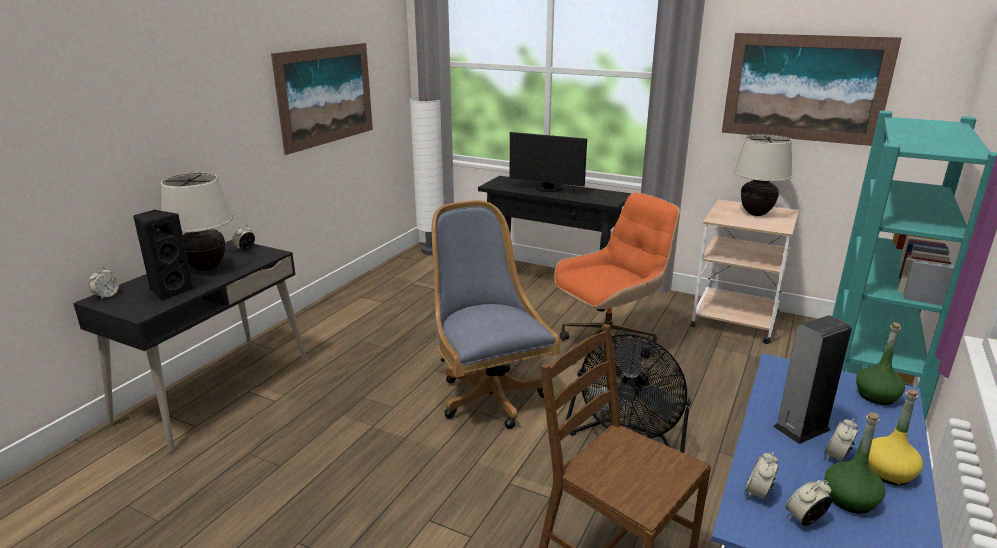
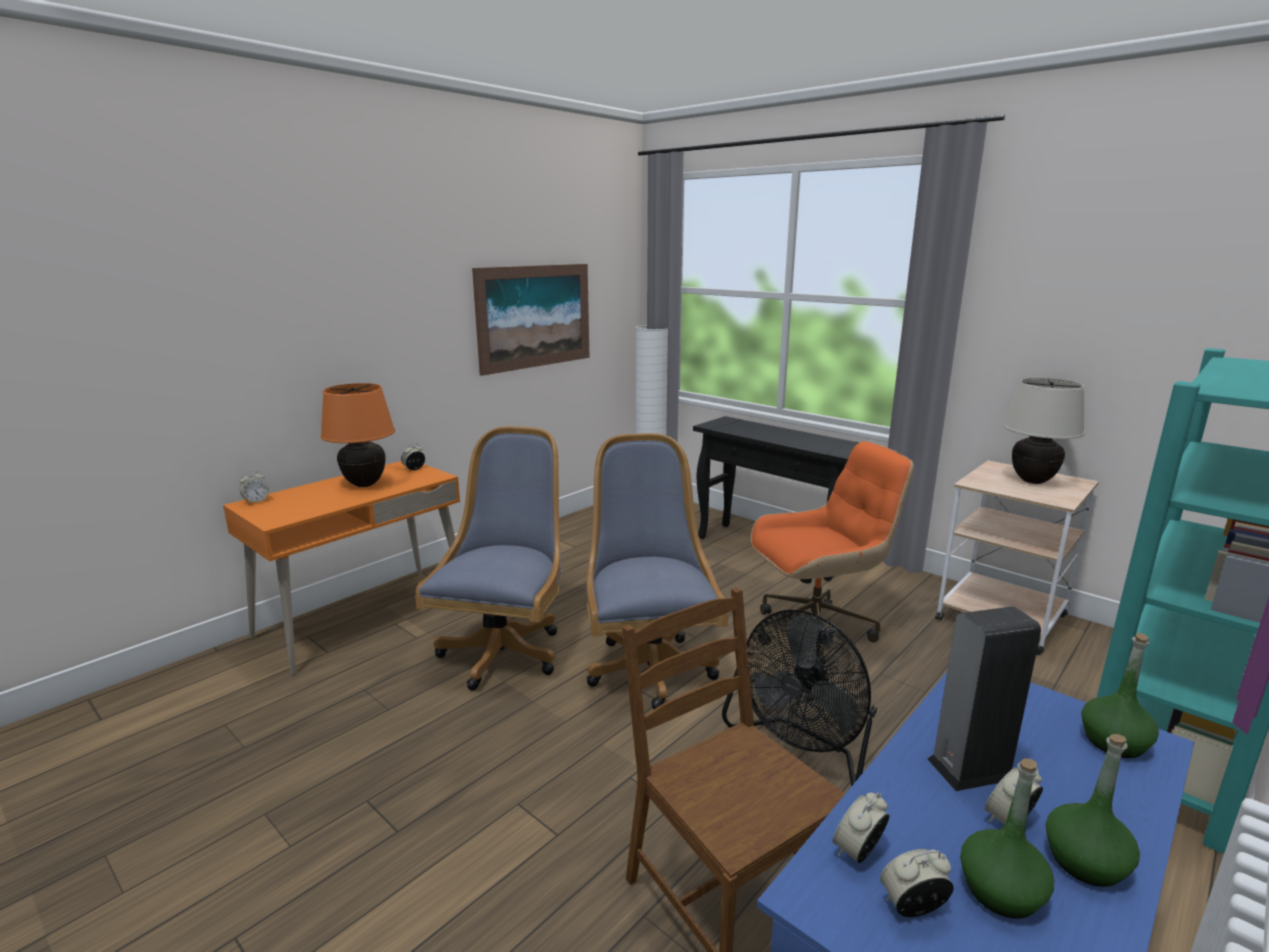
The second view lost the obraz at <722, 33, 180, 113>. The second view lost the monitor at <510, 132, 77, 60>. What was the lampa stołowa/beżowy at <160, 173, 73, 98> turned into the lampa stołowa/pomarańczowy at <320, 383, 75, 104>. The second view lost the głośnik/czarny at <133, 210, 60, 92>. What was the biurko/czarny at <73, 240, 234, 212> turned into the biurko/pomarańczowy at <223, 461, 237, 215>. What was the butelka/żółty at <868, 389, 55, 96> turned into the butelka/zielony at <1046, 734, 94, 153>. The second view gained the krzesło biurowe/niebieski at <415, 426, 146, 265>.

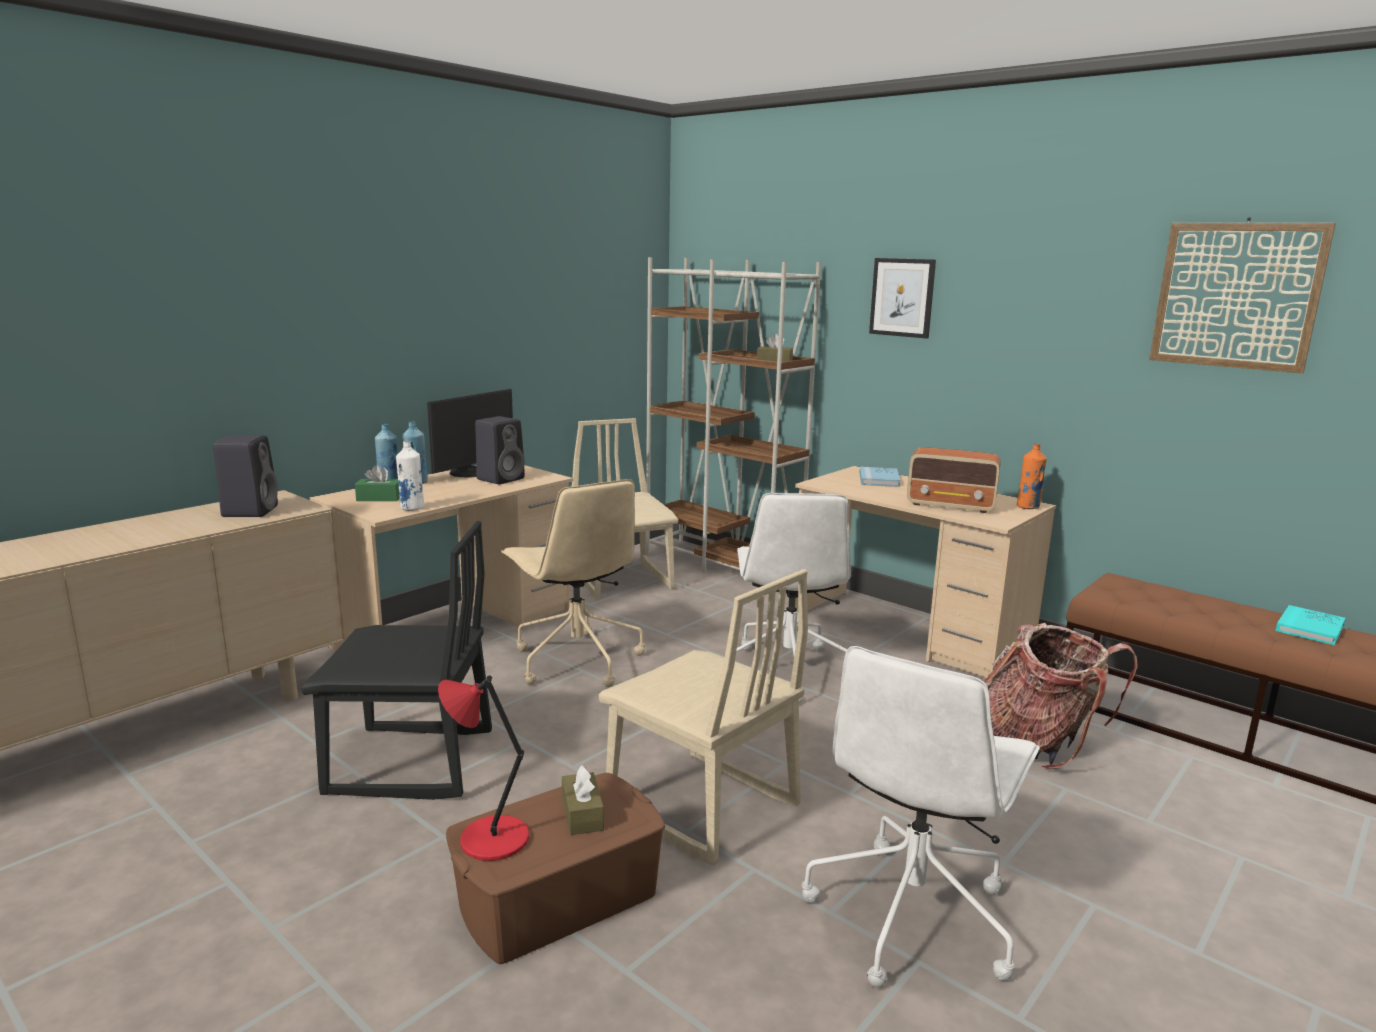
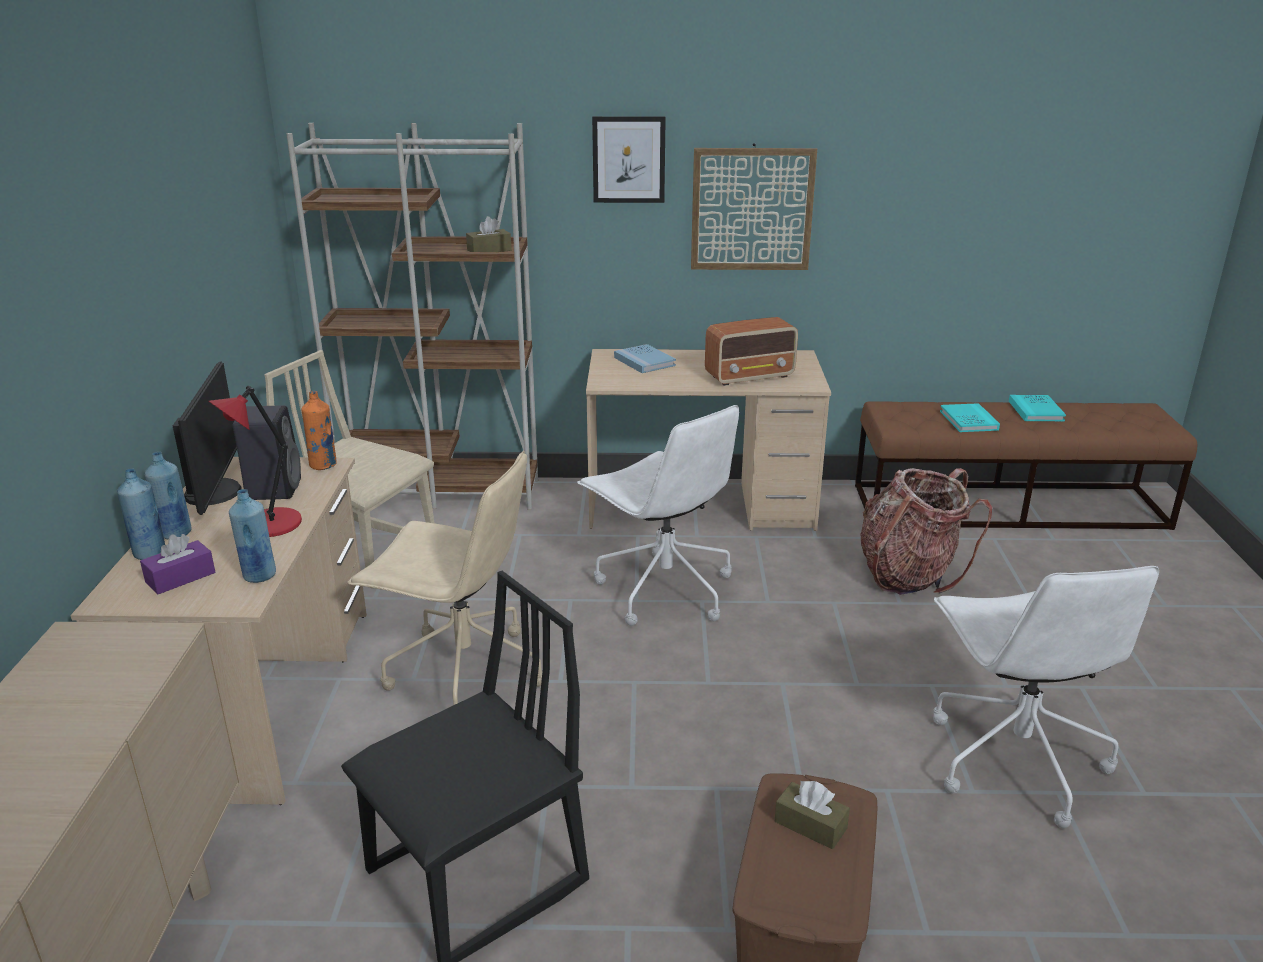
The obraz ended up elsewhere, having gone from <1149, 217, 187, 157> to <691, 143, 126, 127>. The second view lost the głośnik/czarny at <213, 435, 65, 82>. What was the butelka/biały at <396, 441, 29, 70> turned into the butelka/niebieski at <229, 489, 47, 94>. The butelka/pomarańczowy ended up elsewhere, having gone from <1017, 444, 30, 65> to <301, 391, 36, 79>. What was the pudełko chusteczek/zielony at <355, 465, 45, 36> turned into the pudełko chusteczek/fioletowy at <140, 534, 75, 60>. The second view lost the krzesło/beżowy at <599, 569, 209, 297>. The lampa stołowa/czerwony ended up elsewhere, having gone from <438, 675, 91, 186> to <209, 386, 93, 151>. The second view gained the książka/turkusowy at <940, 403, 60, 29>.

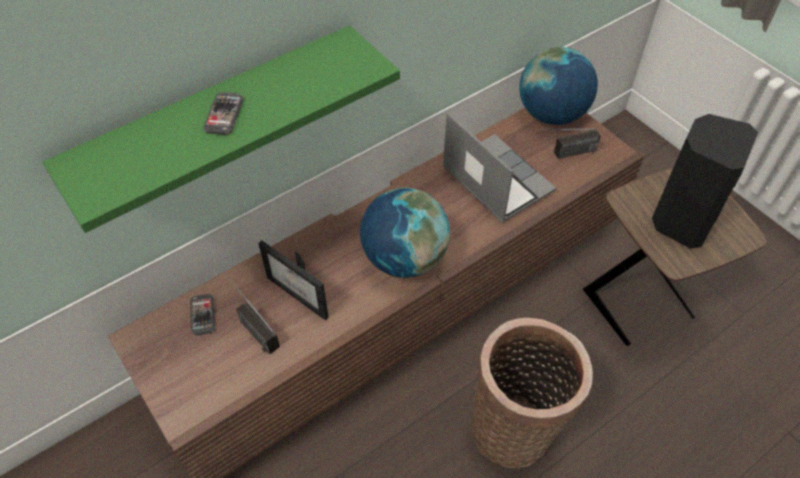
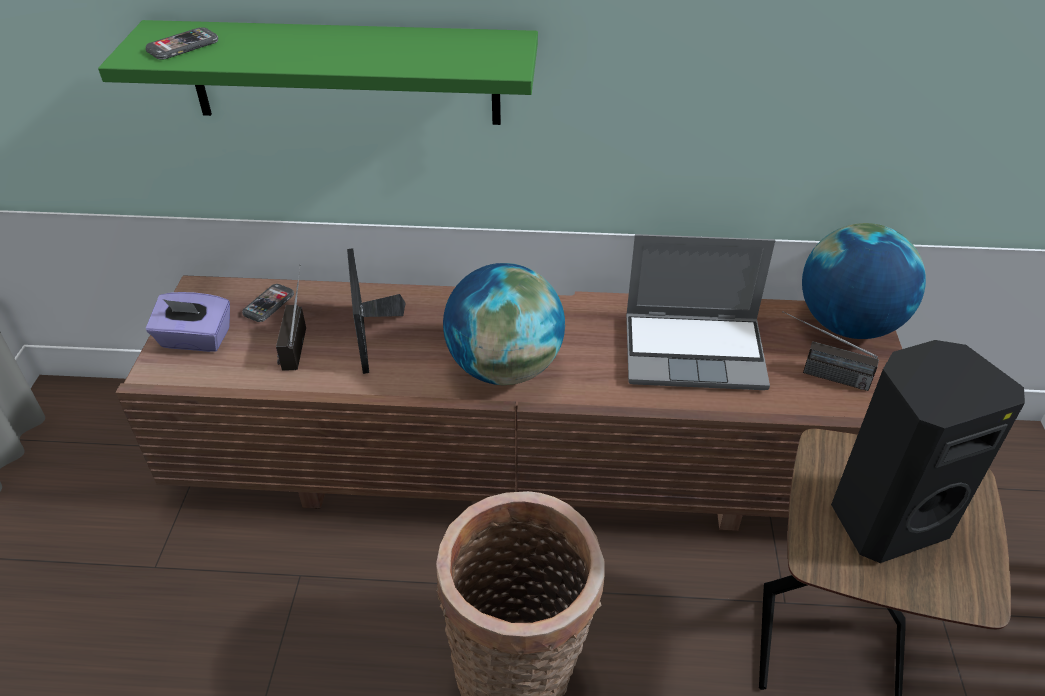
The telefon ended up elsewhere, having gone from <203, 92, 41, 43> to <146, 27, 72, 33>. The laptop at <442, 112, 114, 111> ended up facing another way, 90 degrees clockwise from before. The second view gained the pudełko chusteczek/fioletowy at <146, 292, 84, 60>.

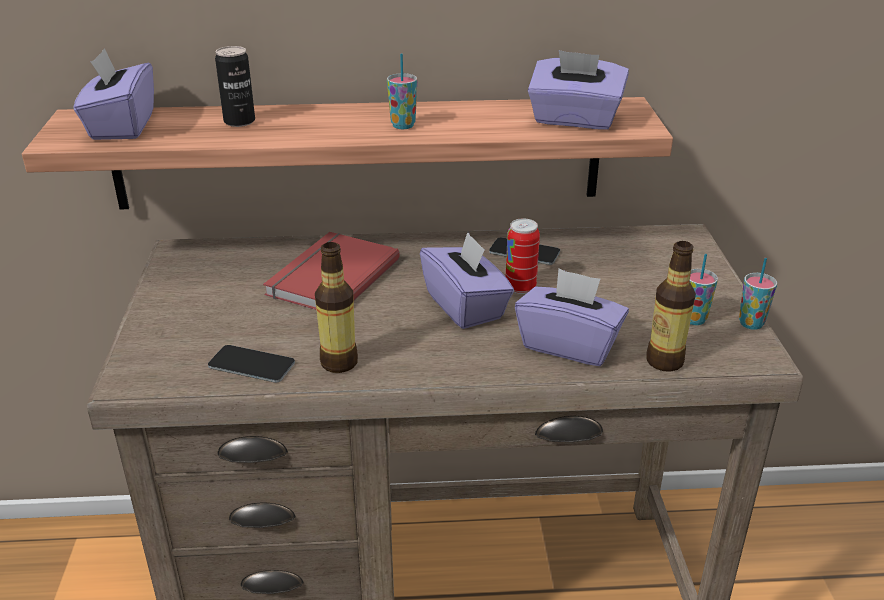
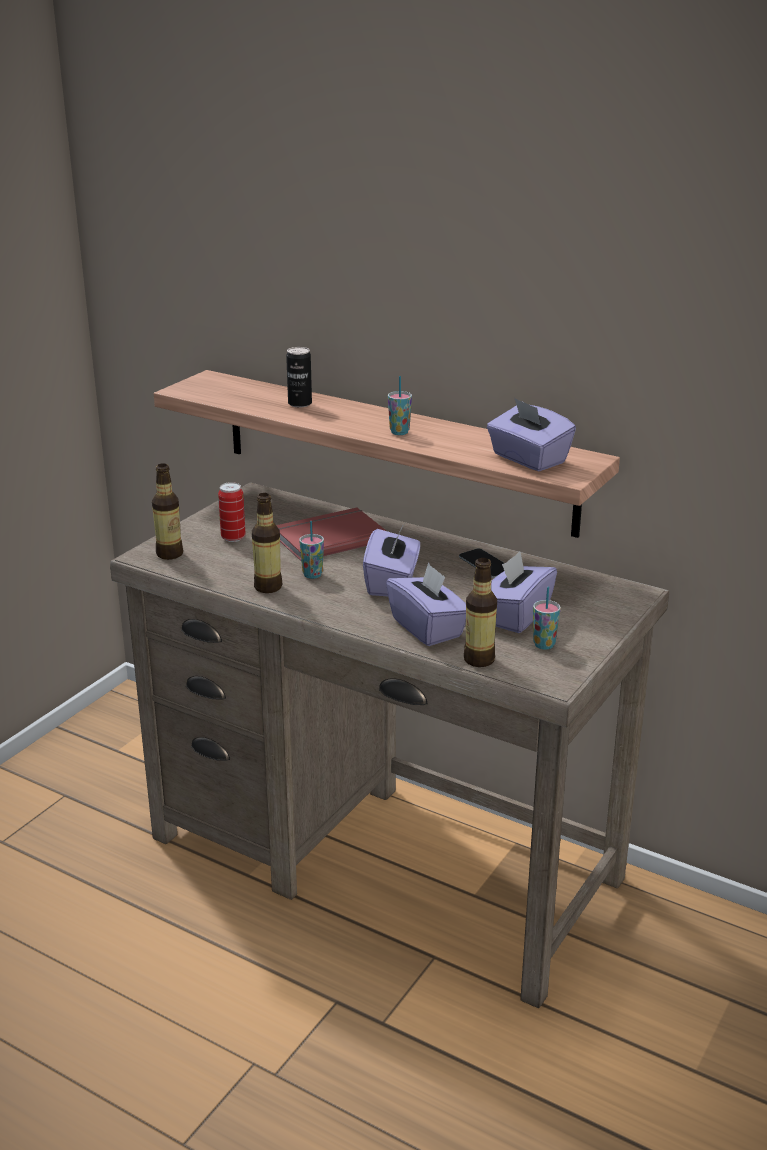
The pudełko chusteczek/fioletowy ended up elsewhere, having gone from <73, 48, 81, 92> to <491, 552, 66, 81>. The puszka ended up elsewhere, having gone from <506, 219, 34, 75> to <218, 482, 28, 60>. The filiżanka ended up elsewhere, having gone from <739, 258, 38, 72> to <299, 521, 25, 58>. The second view lost the telefon at <208, 345, 87, 38>. The second view gained the butelka at <152, 463, 31, 97>.

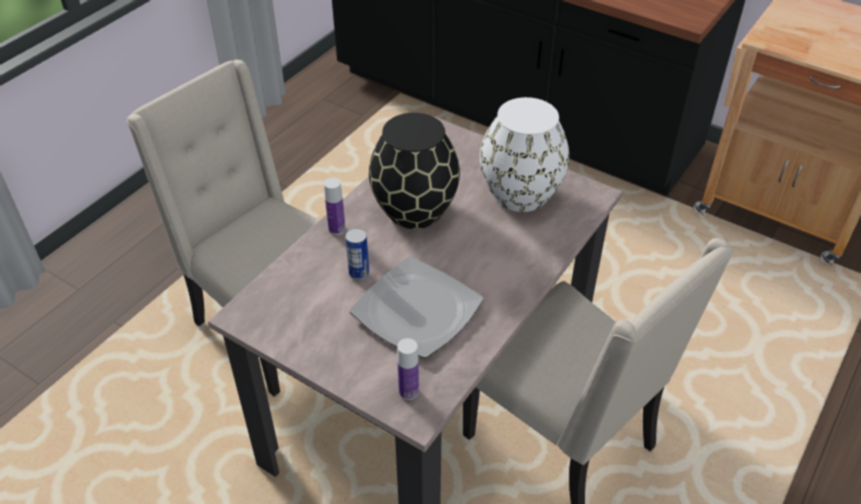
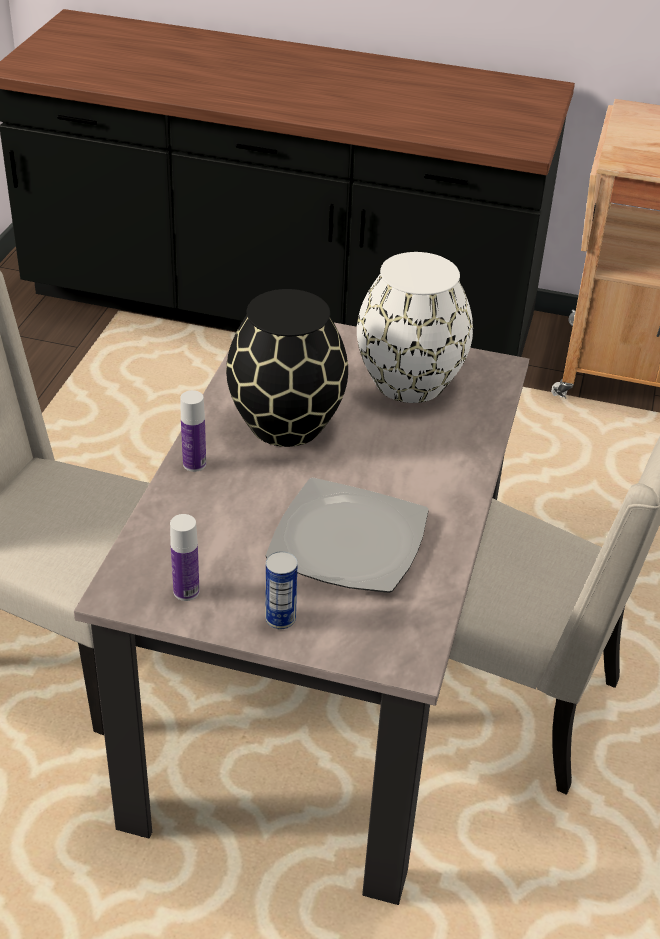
The puszka ended up elsewhere, having gone from <345, 228, 24, 52> to <265, 551, 33, 78>. The butelka ended up elsewhere, having gone from <397, 338, 22, 62> to <170, 514, 30, 87>.

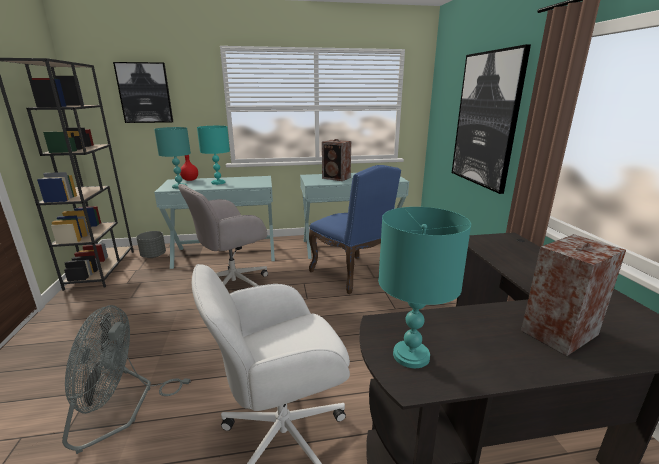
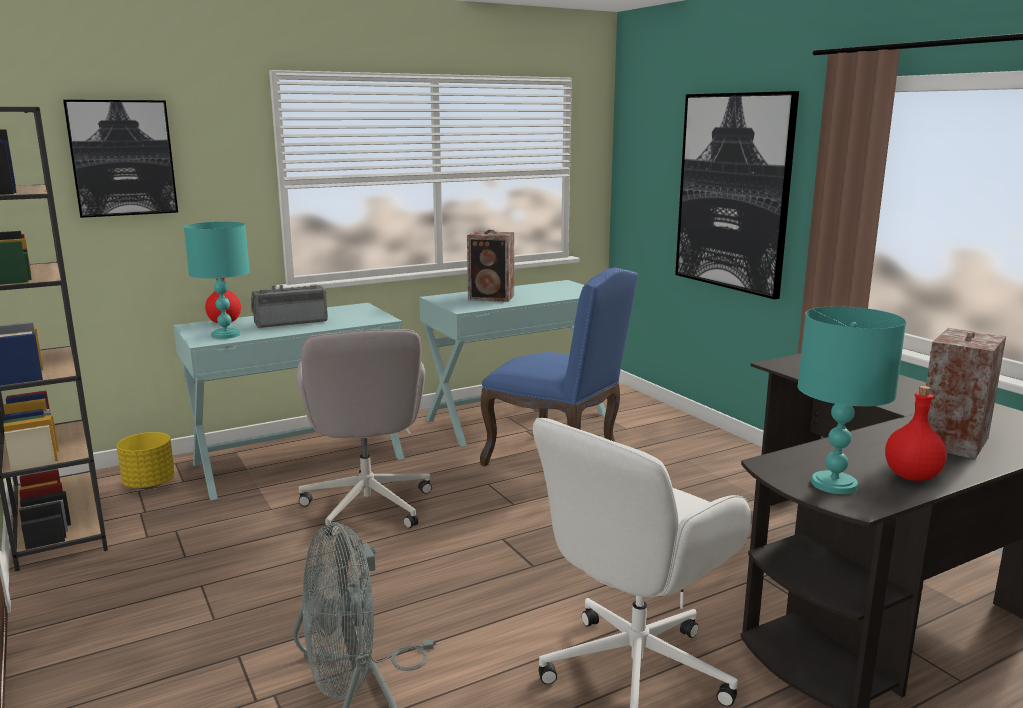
Where the lampa stołowa/turkusowy stood at <197, 126, 33, 59>, the radio came to stand at <251, 285, 77, 43>. The krzesło biurowe/szary at <178, 184, 90, 103> ended up facing another way, 45 degrees counterclockwise from before. What was the donica/szary at <136, 231, 30, 27> turned into the donica/żółty at <117, 432, 58, 57>. The second view gained the butelka/czerwony at <885, 386, 62, 95>.

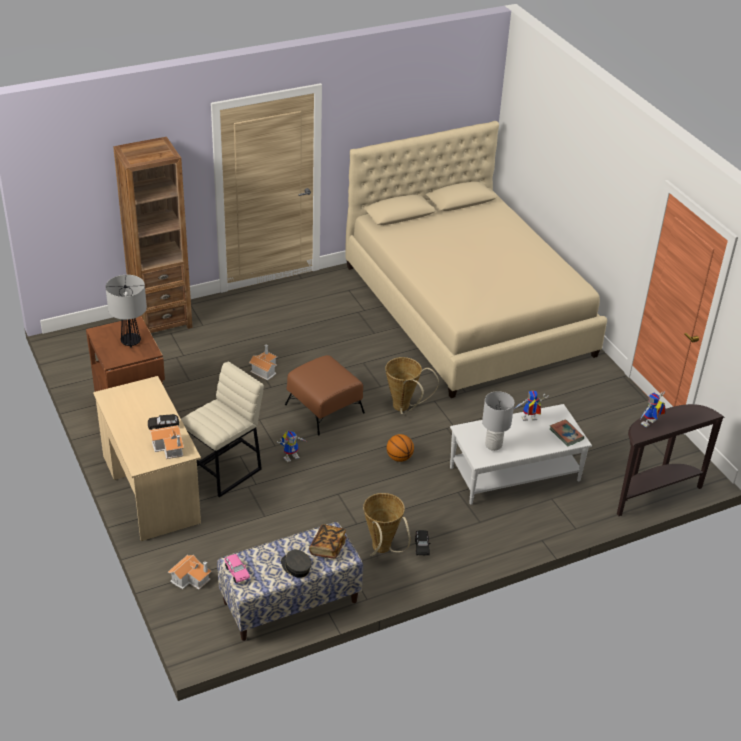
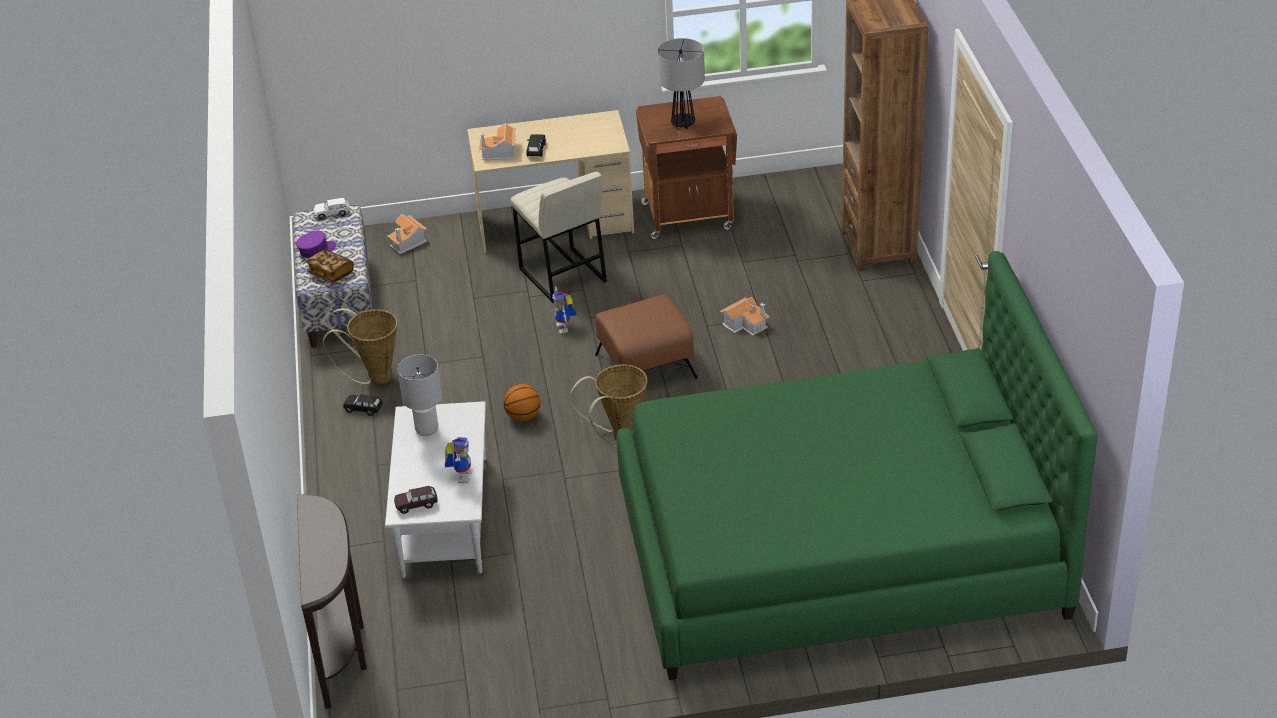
What was the łóżko/beżowy at <345, 121, 262, 277> turned into the łóżko/zielony at <616, 251, 482, 429>. The second view lost the robot zabawkowy at <639, 392, 27, 35>. Where the książka stood at <550, 419, 34, 28>, the samochodzik/brązowy came to stand at <394, 486, 44, 28>. What was the czapka z daszkiem/szary at <281, 550, 30, 28> turned into the czapka z daszkiem/fioletowy at <296, 231, 40, 27>. What was the samochodzik/różowy at <225, 554, 25, 29> turned into the samochodzik/biały at <314, 198, 36, 22>.

